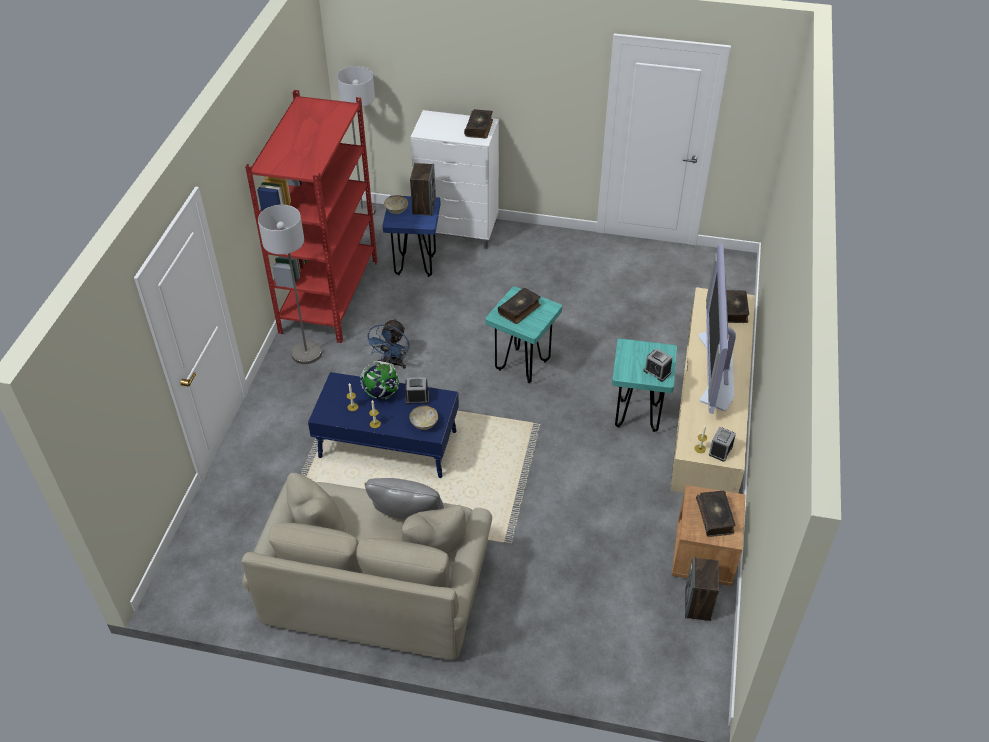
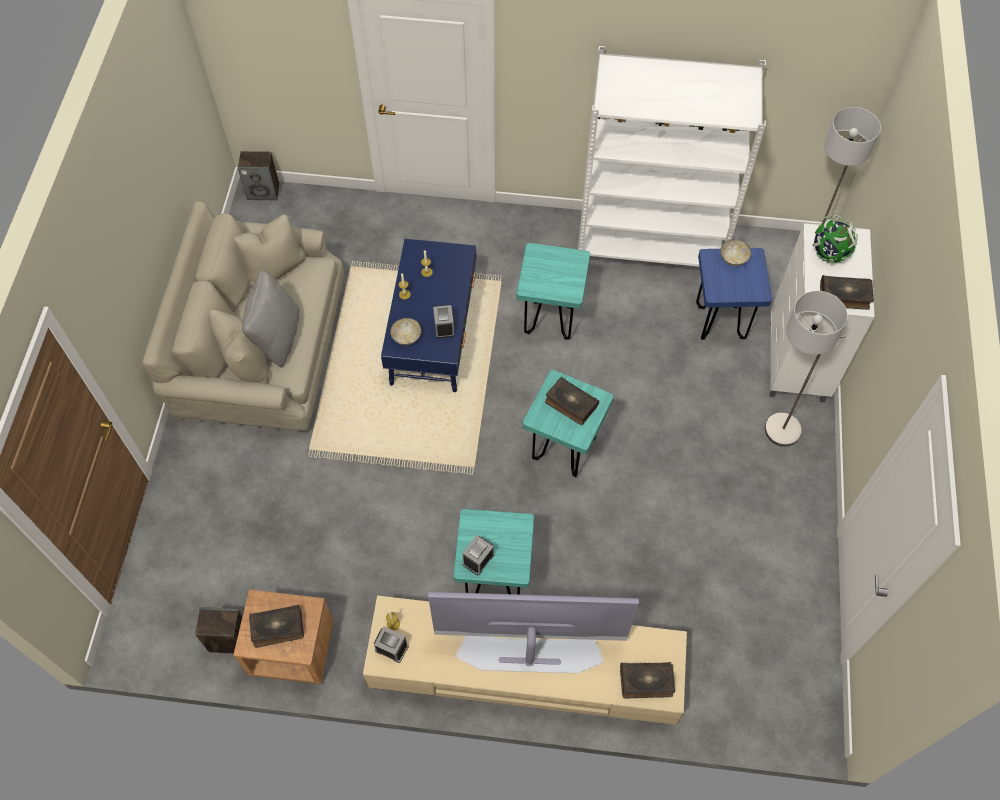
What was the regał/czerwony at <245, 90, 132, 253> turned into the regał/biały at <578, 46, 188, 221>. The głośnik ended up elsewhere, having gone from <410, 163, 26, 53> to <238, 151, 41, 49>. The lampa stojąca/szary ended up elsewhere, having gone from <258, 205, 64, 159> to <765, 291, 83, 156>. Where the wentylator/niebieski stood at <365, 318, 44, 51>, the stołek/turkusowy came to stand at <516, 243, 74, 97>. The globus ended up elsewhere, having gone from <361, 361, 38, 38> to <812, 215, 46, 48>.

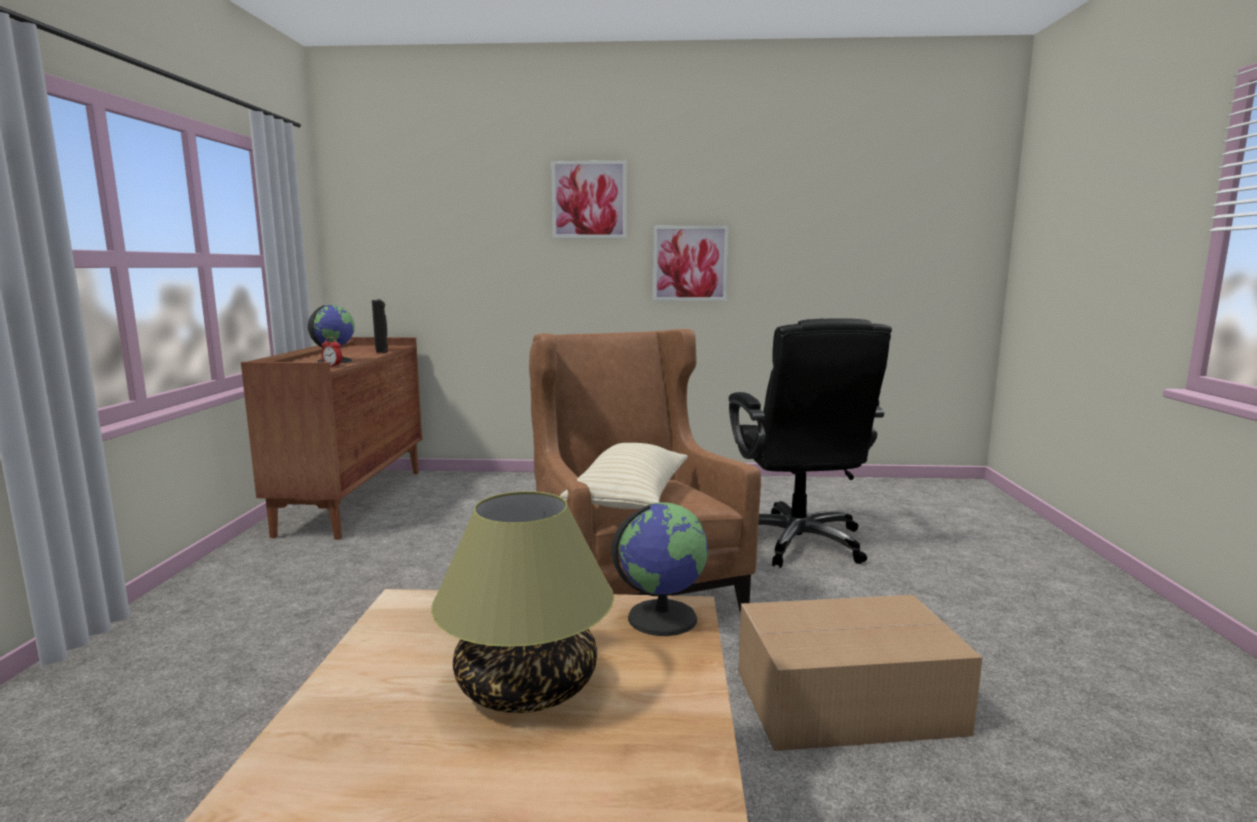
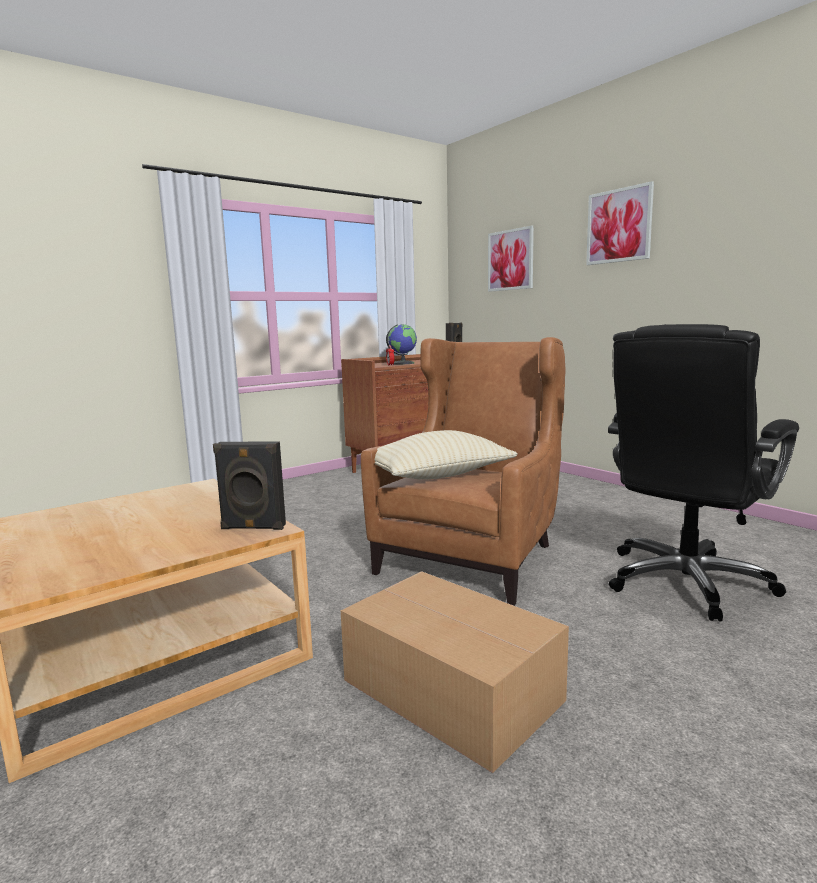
The obraz ended up elsewhere, having gone from <653, 226, 75, 75> to <488, 226, 46, 66>. The second view lost the lampa stołowa at <431, 491, 183, 222>. Where the globus stood at <611, 502, 98, 134>, the głośnik/czarny came to stand at <213, 441, 73, 89>.

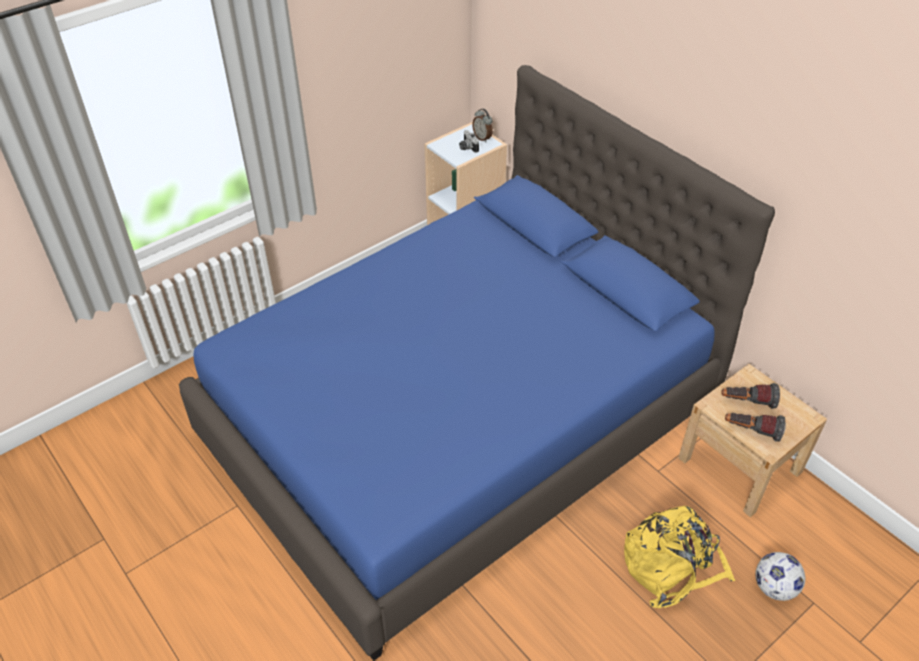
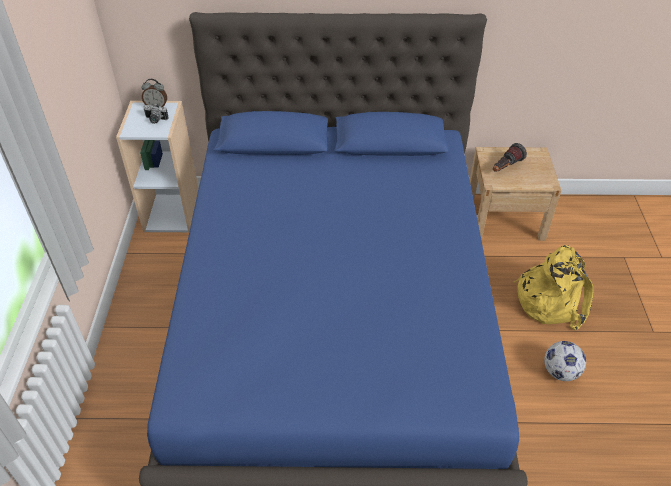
The second view lost the latarka at <725, 413, 61, 29>. The piłka futbolowa ended up elsewhere, having gone from <755, 552, 50, 49> to <544, 341, 42, 40>.

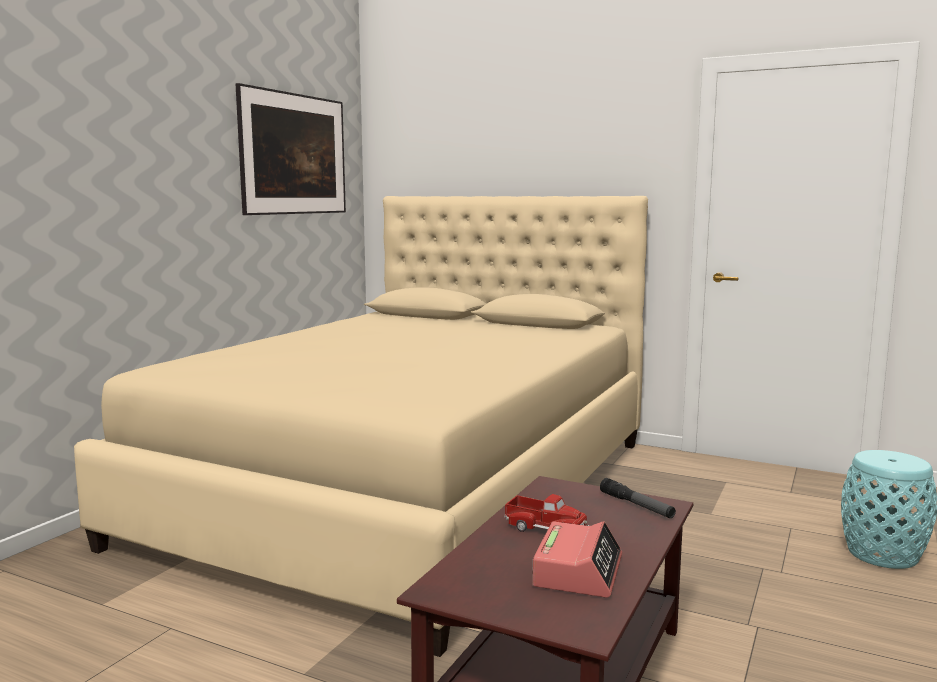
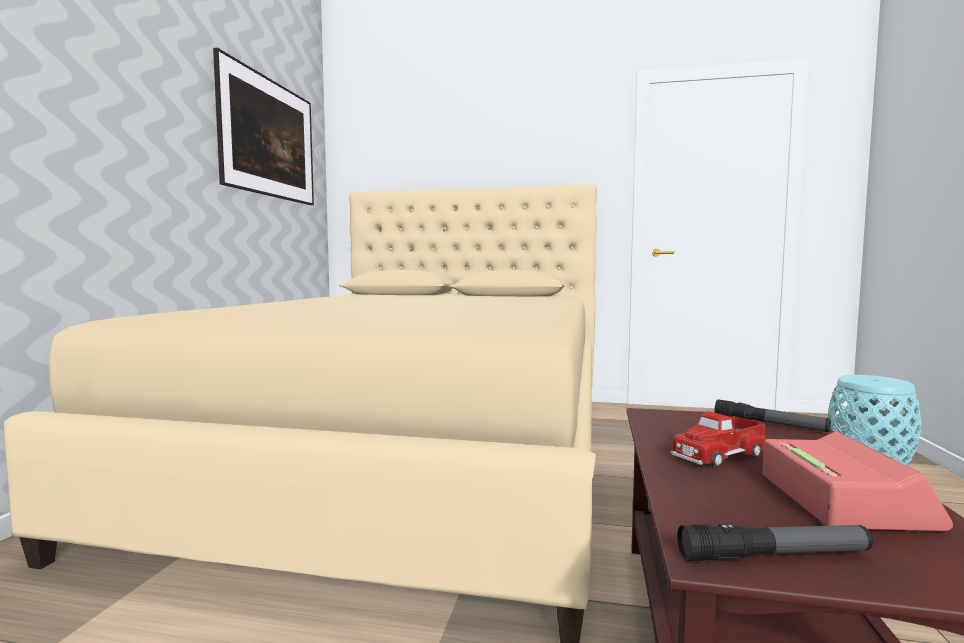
The ciężarówka zabawkowa at <504, 494, 85, 38> ended up facing another way, 135 degrees clockwise from before. The second view gained the latarka at <677, 524, 196, 37>.

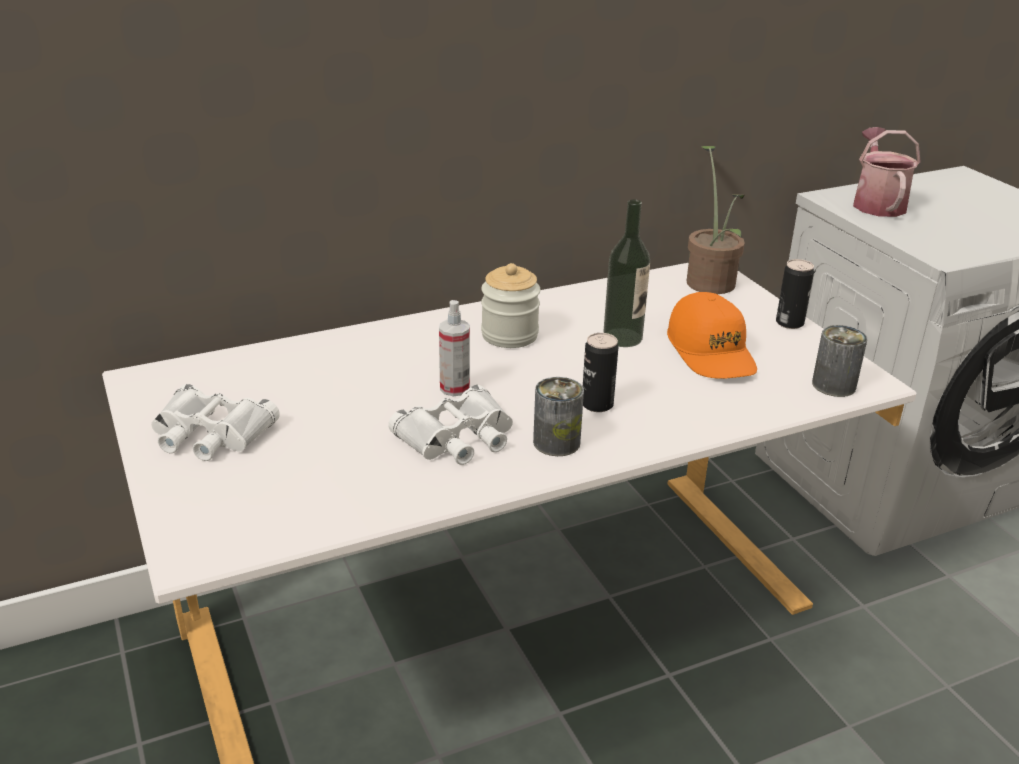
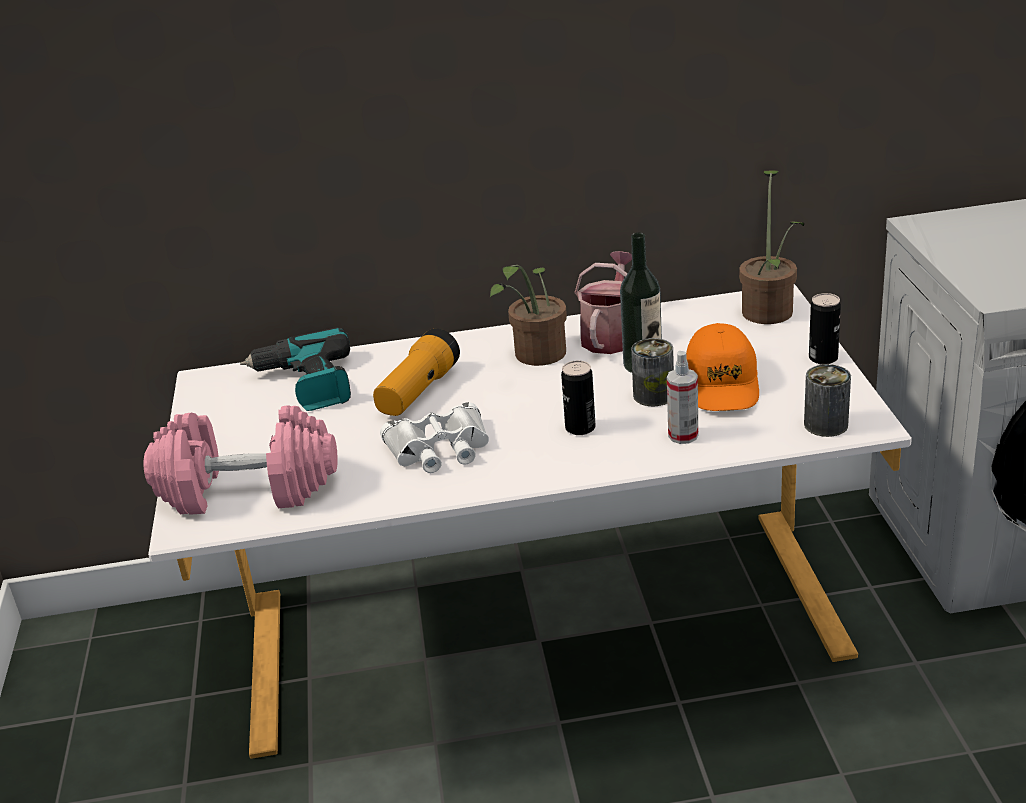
The konewka ended up elsewhere, having gone from <853, 127, 68, 90> to <574, 251, 58, 103>. Where the słoik stood at <481, 263, 59, 85>, the roślina doniczkowa came to stand at <490, 265, 77, 101>. The spryskiwacz ended up elsewhere, having gone from <439, 300, 31, 96> to <667, 351, 31, 93>. The puszka ended up elsewhere, having gone from <533, 377, 51, 79> to <631, 338, 43, 68>. The second view lost the lornetka/biały at <151, 384, 129, 77>. The second view gained the wiertarka at <240, 327, 111, 84>. The second view gained the latarka at <373, 329, 87, 87>. The second view gained the hantel/różowy at <144, 405, 194, 110>.

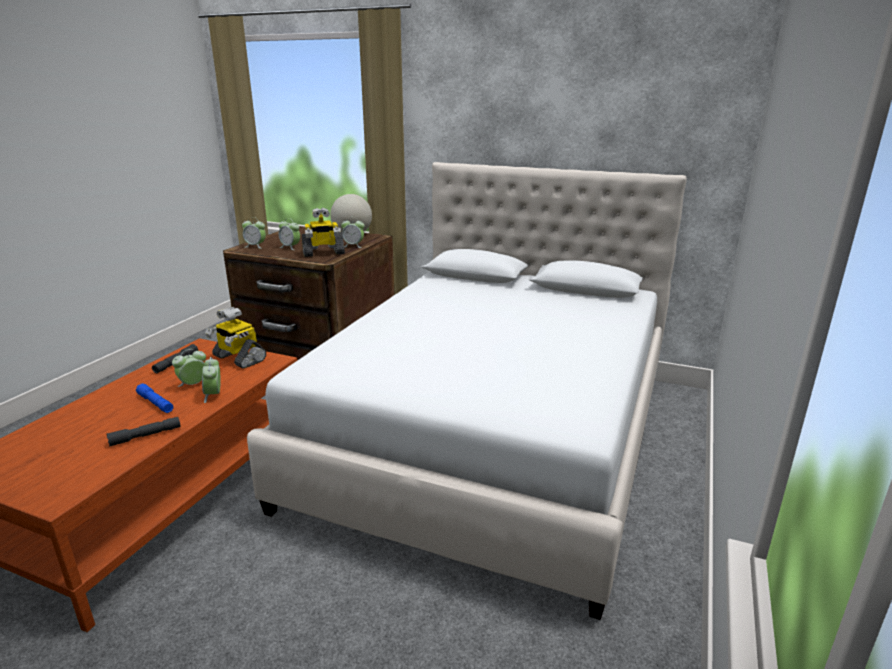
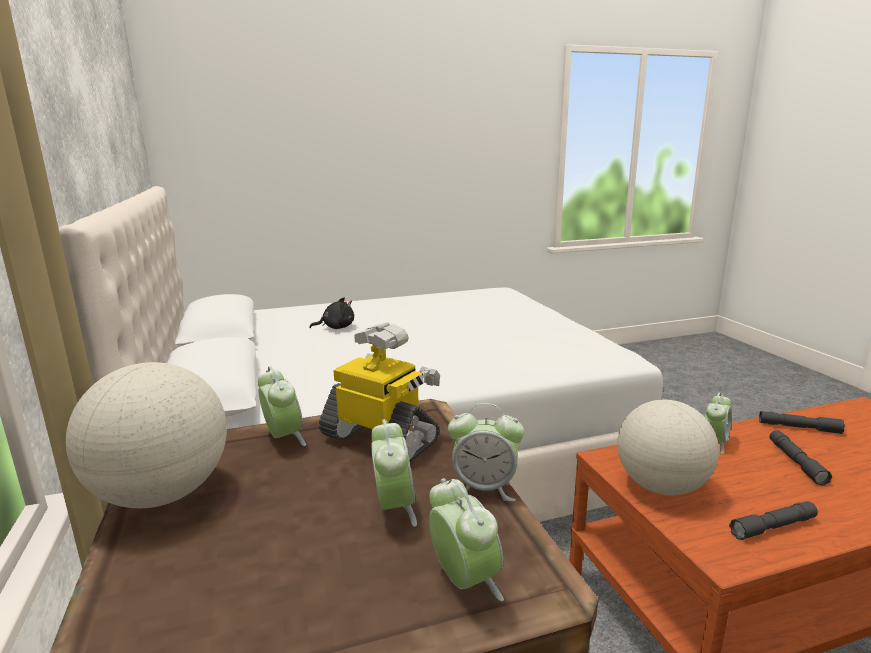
Where the robot zabawkowy stood at <205, 307, 61, 62>, the globus came to stand at <617, 400, 102, 95>. The budzik ended up elsewhere, having gone from <172, 349, 34, 38> to <448, 403, 76, 99>. What was the latarka/niebieski at <136, 383, 37, 30> turned into the latarka/szary at <769, 430, 63, 56>. The second view gained the pluszak/czarny at <309, 297, 45, 32>.

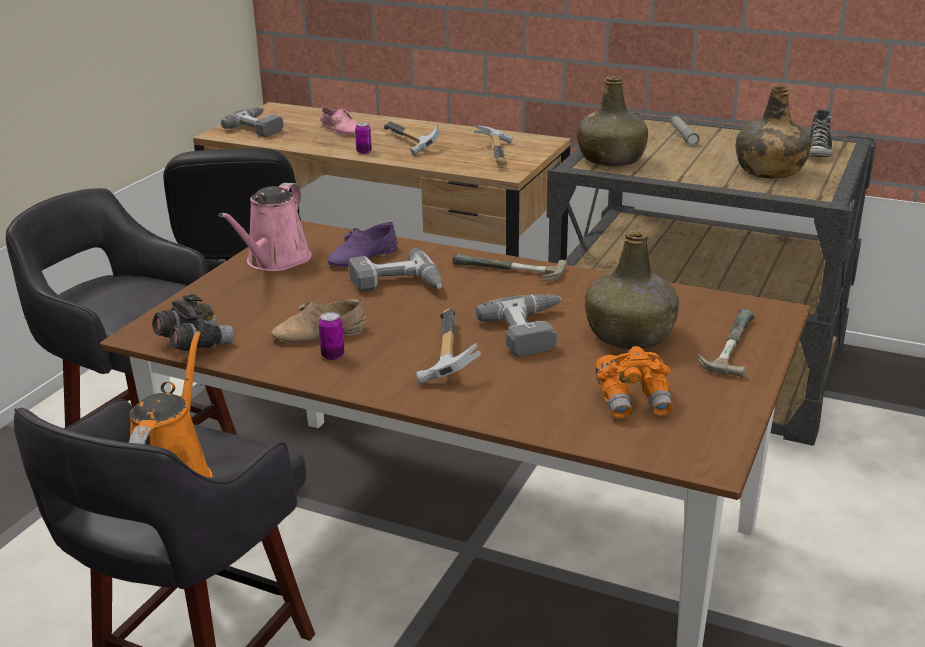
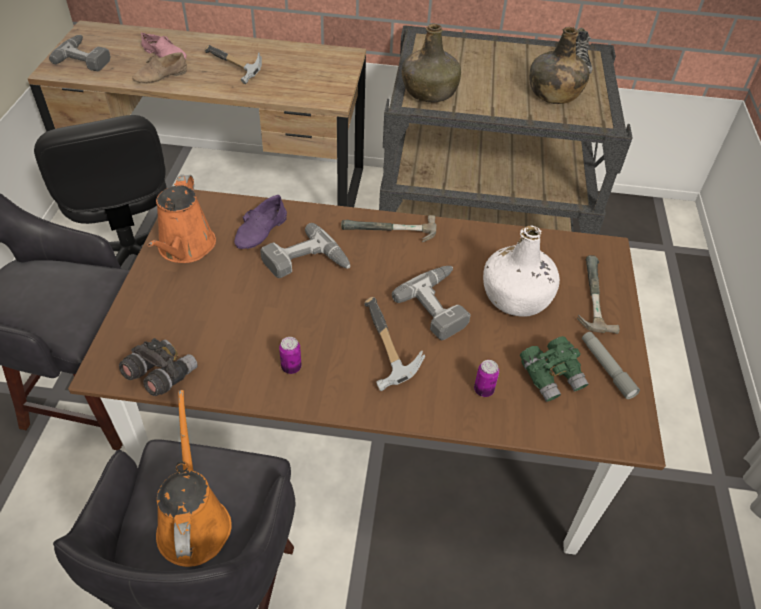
The latarka/szary ended up elsewhere, having gone from <671, 116, 29, 30> to <582, 332, 58, 67>. The puszka ended up elsewhere, having gone from <355, 122, 17, 32> to <474, 360, 25, 37>. The second view lost the młotek at <474, 125, 39, 40>. What was the konewka/różowy at <219, 183, 93, 88> turned into the konewka/pomarańczowy at <148, 175, 68, 88>. What was the butelka/zielony at <585, 231, 94, 118> turned into the butelka/biały at <483, 226, 77, 91>. The but/beżowy ended up elsewhere, having gone from <271, 299, 95, 44> to <132, 52, 55, 32>. What was the lornetka/pomarańczowy at <595, 346, 78, 73> turned into the lornetka/zielony at <520, 336, 69, 66>.

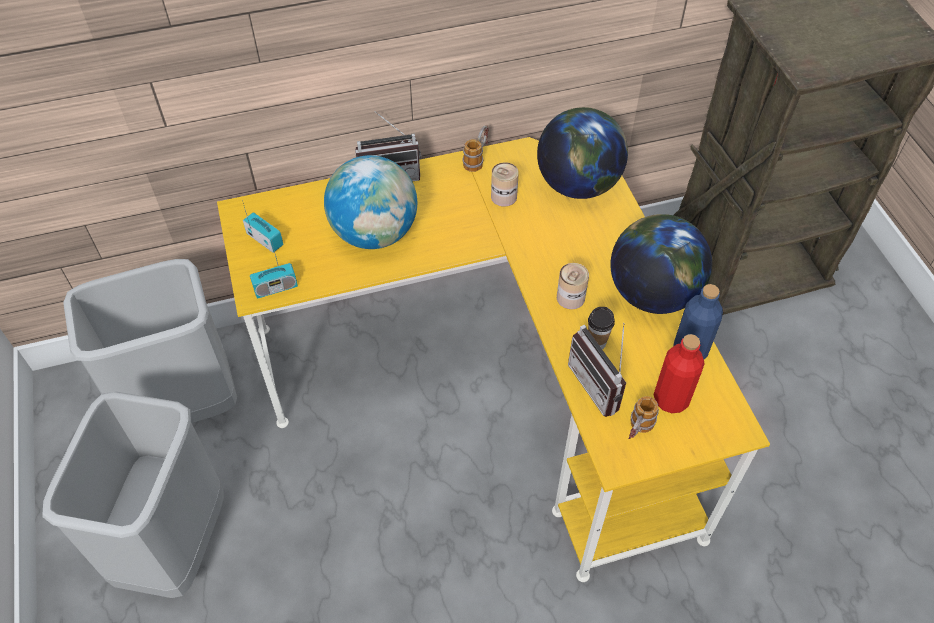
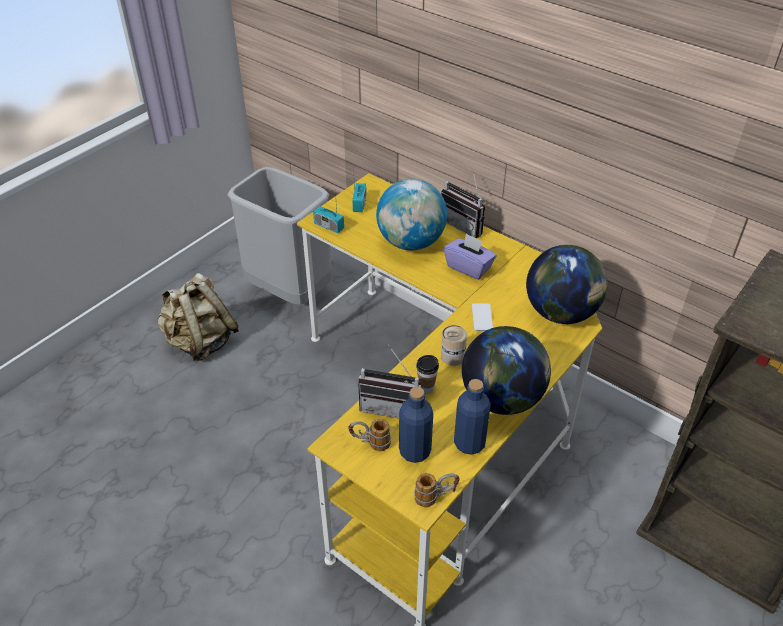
The kubek ended up elsewhere, having gone from <462, 125, 27, 47> to <414, 473, 45, 35>. The second view lost the puszka at <491, 162, 28, 45>. The radio at <568, 323, 58, 94> ended up facing another way, 105 degrees counterclockwise from before. What was the butelka/czerwony at <654, 334, 51, 79> turned into the butelka/niebieski at <399, 387, 34, 76>. Where the kosz na śmieci/szary stood at <43, 391, 181, 207>, the plecak/beżowy came to stand at <158, 273, 81, 89>. The second view gained the pudełko chusteczek/fioletowy at <444, 233, 52, 47>. The second view gained the telefon at <472, 303, 21, 28>.

